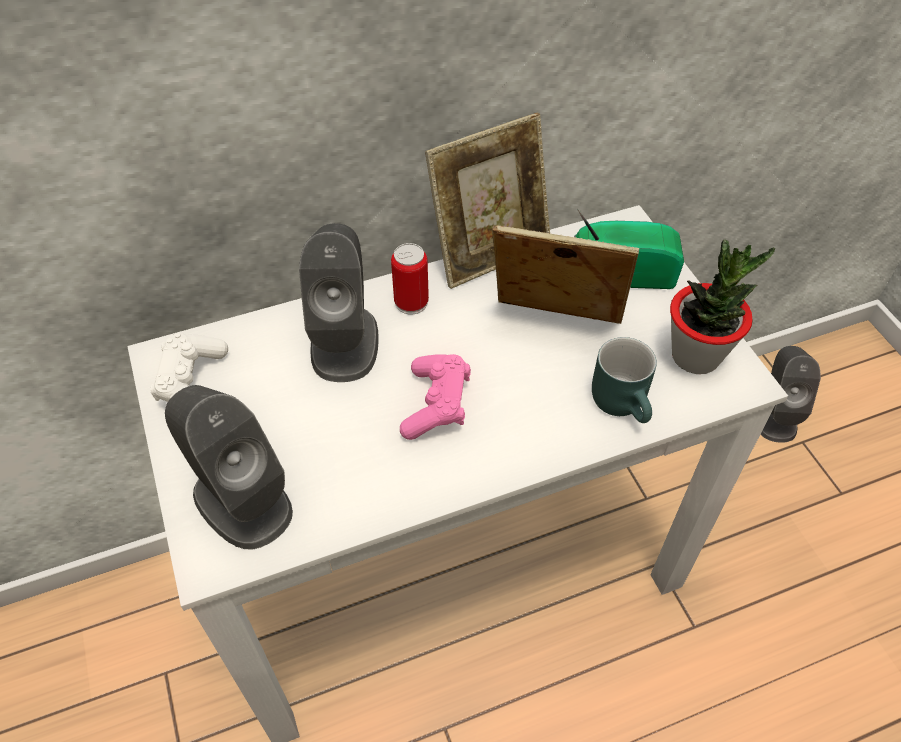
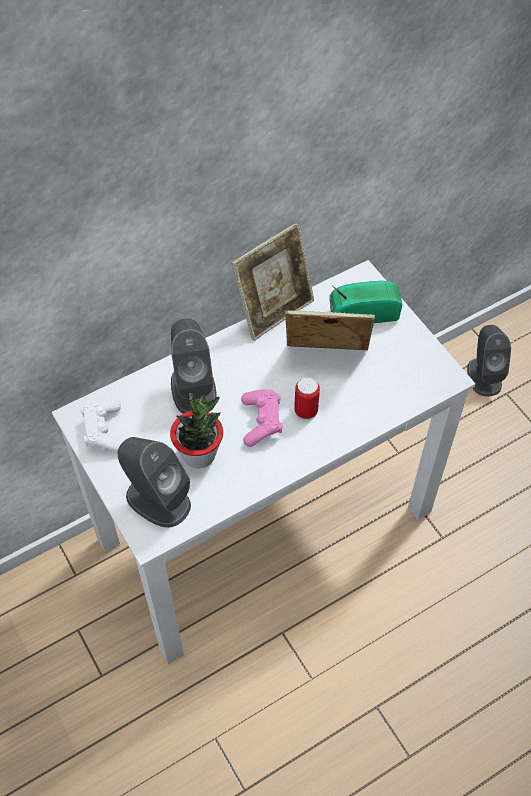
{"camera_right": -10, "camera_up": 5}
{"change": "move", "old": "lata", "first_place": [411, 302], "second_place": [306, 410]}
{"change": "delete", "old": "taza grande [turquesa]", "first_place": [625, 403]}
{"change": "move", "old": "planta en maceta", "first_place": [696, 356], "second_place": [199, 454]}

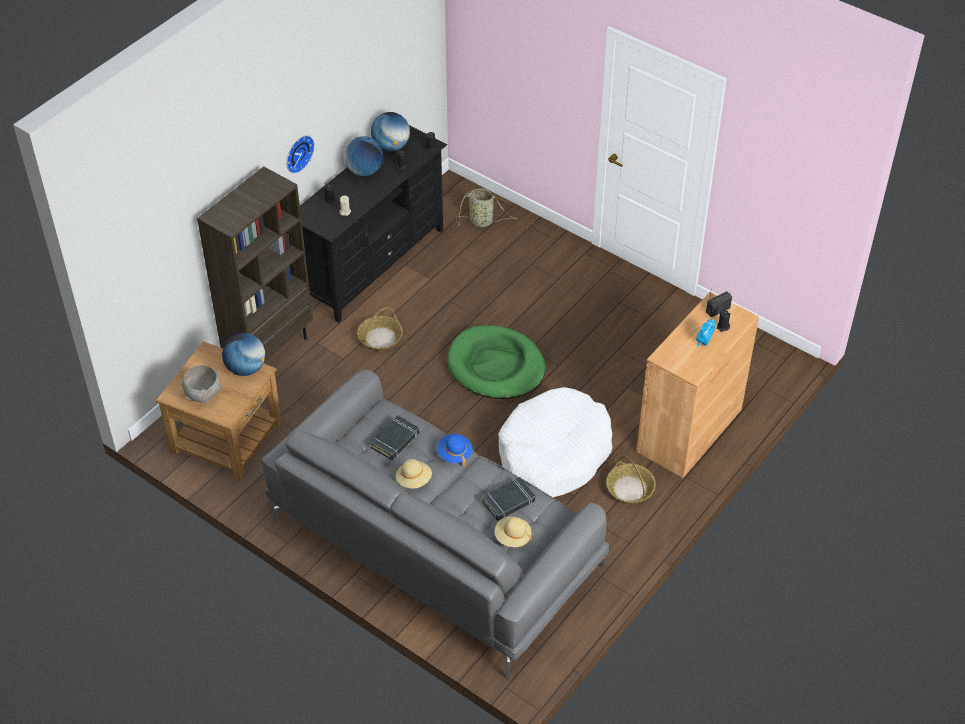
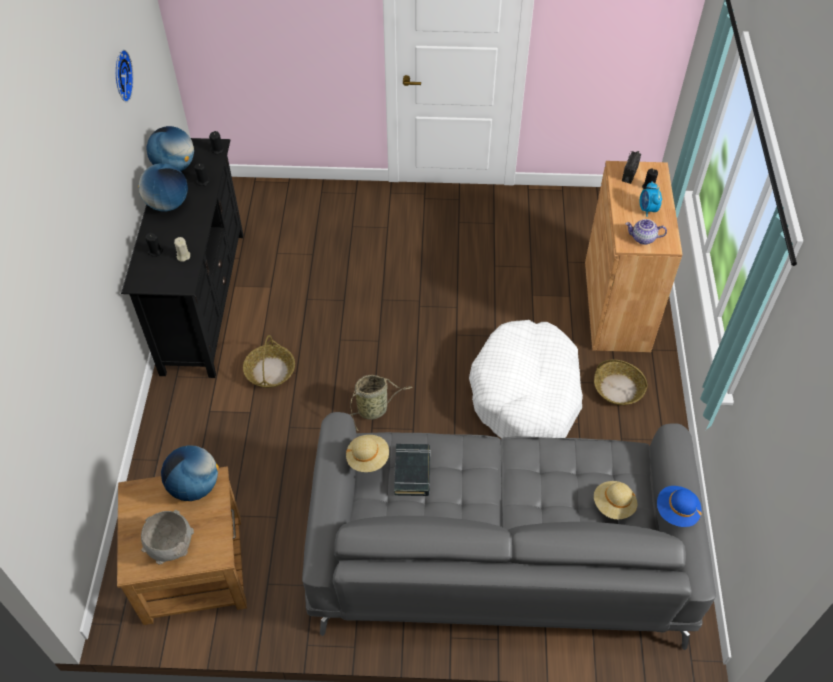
{"camera_right": -35, "camera_up": 5}
{"change": "delete", "old": "estantería [marrón]", "first_place": [269, 351]}
{"change": "move", "old": "reloj de pared", "first_place": [297, 153], "second_place": [120, 75]}
{"change": "move", "old": "sombrero [beis]", "first_place": [414, 480], "second_place": [368, 458]}
{"change": "move", "old": "sombrero [azul]", "first_place": [454, 454], "second_place": [676, 511]}
{"change": "delete", "old": "cama para perro [verde]", "first_place": [496, 366]}
{"change": "move", "old": "cesta", "first_place": [483, 222], "second_place": [374, 409]}
{"change": "delete", "old": "libro [negro]", "first_place": [509, 501]}
{"change": "insert", "new": "tetera", "second_place": [643, 239]}

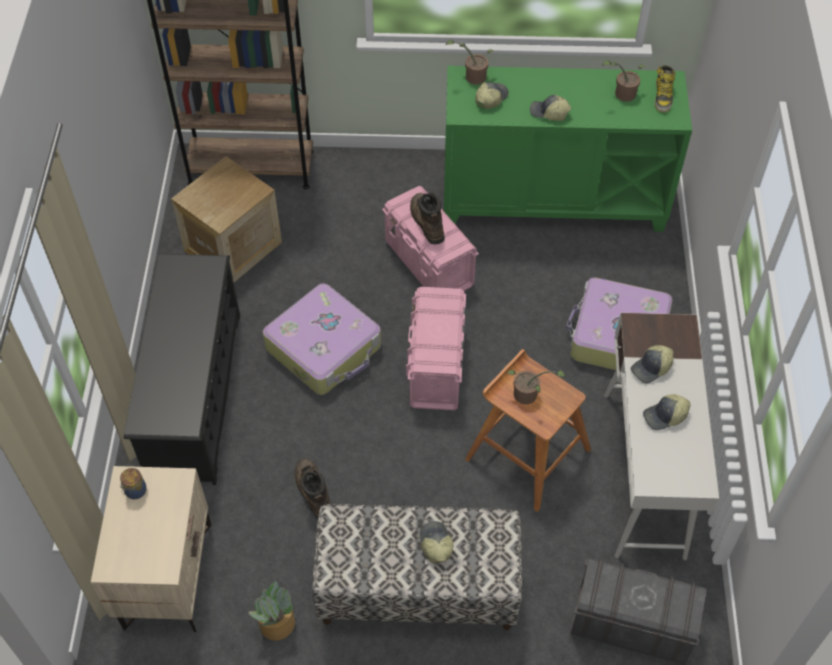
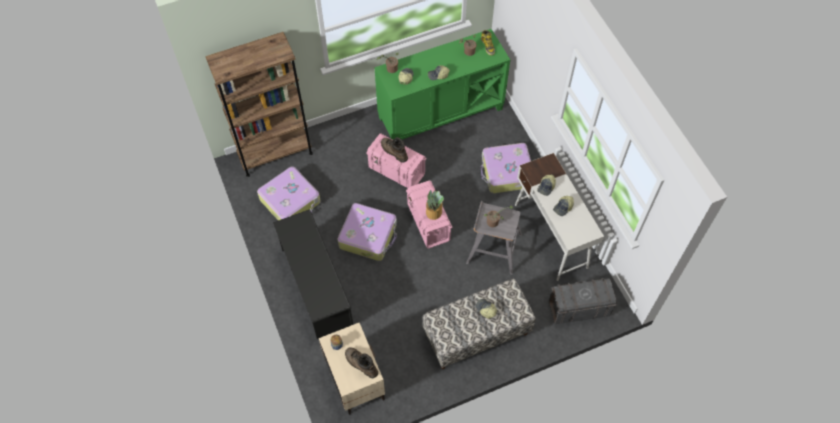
{"camera_right": -25, "camera_up": 5}
{"change": "replace", "old": "caja de embalaje", "new": "maleta", "first_place": [233, 246], "second_place": [291, 201]}
{"change": "move", "old": "planta en maceta", "first_place": [276, 624], "second_place": [433, 212]}
{"change": "move", "old": "bota [marrón]", "first_place": [313, 492], "second_place": [361, 364]}
{"change": "recolor", "old": "taburete [marrón]", "new": "taburete [gris]", "first_place": [526, 453], "second_place": [493, 248]}

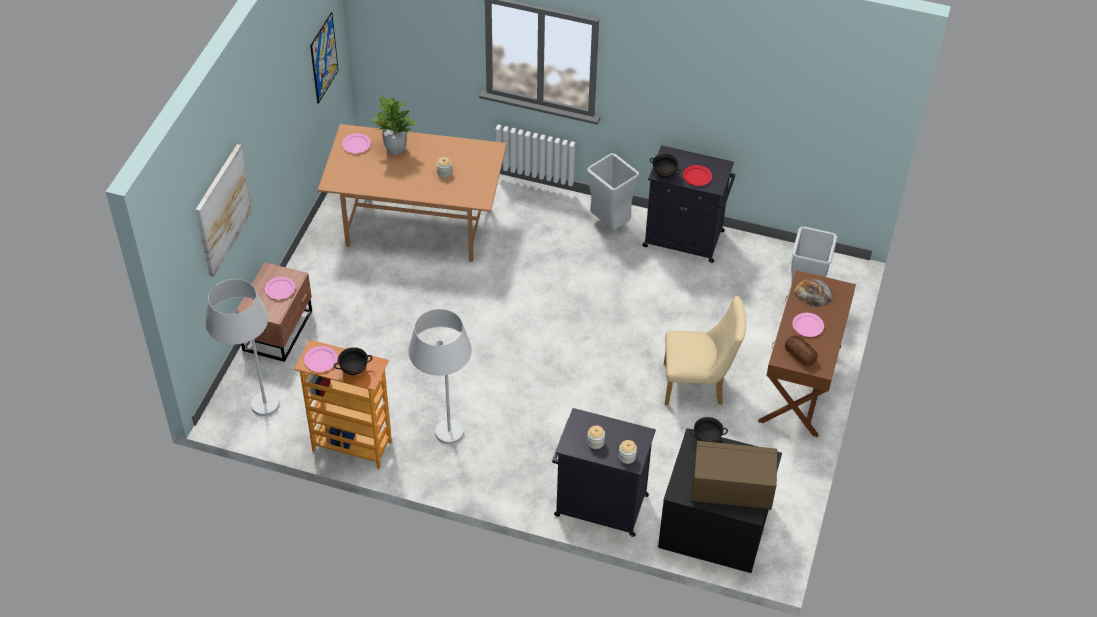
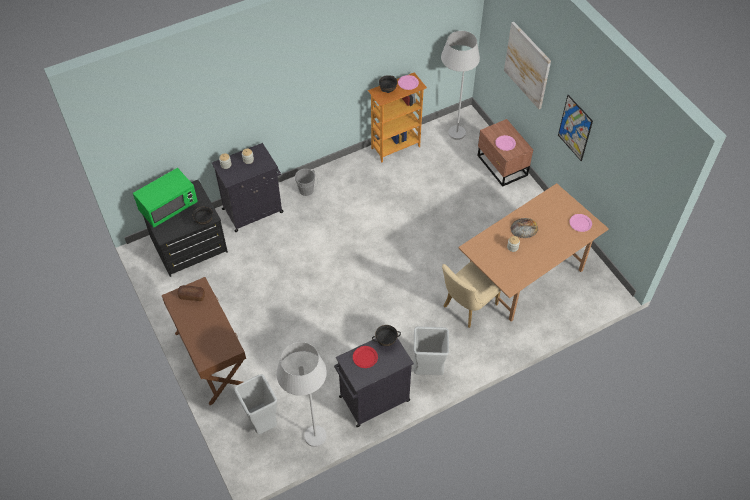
{"camera_right": 135, "camera_up": 5}
{"change": "move", "old": "cuadro", "first_place": [324, 58], "second_place": [575, 128]}
{"change": "delete", "old": "planta en maceta", "first_place": [395, 149]}
{"change": "move", "old": "lámpara de pie [blanco]", "first_place": [445, 445], "second_place": [309, 427]}
{"change": "move", "old": "silla [beis]", "first_place": [698, 385], "second_place": [467, 307]}
{"change": "recolor", "old": "microondas [marrón]", "new": "microondas [verde]", "first_place": [731, 490], "second_place": [168, 207]}
{"change": "delete", "old": "plato [rosa]", "first_place": [808, 326]}
{"change": "move", "old": "pan", "first_place": [813, 293], "second_place": [524, 228]}
{"change": "insert", "new": "cubo [gris]", "second_place": [307, 191]}

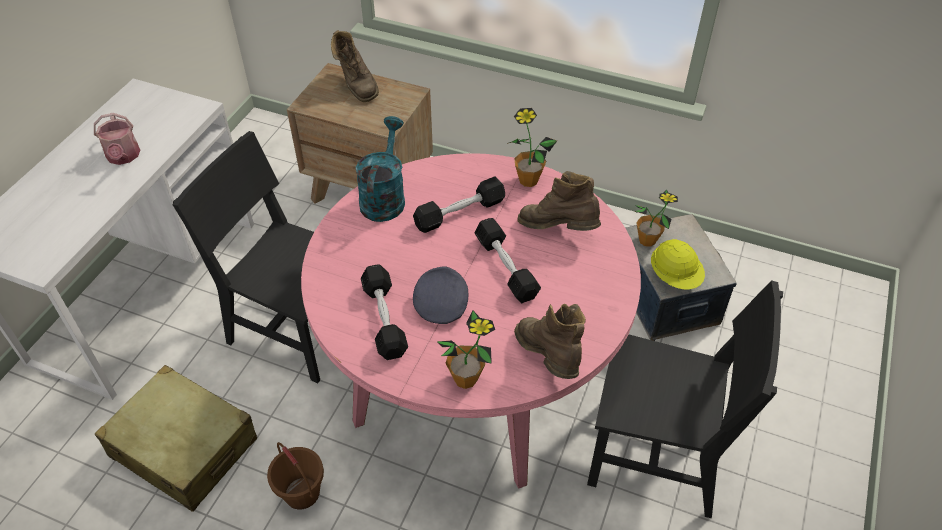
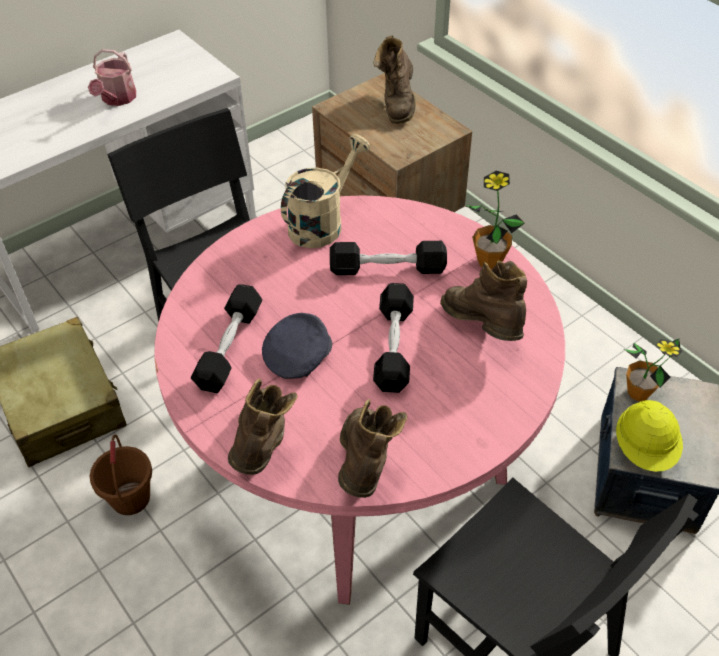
{"camera_right": 30, "camera_up": 0}
{"change": "recolor", "old": "regadera [turquesa]", "new": "regadera [beis]", "first_place": [384, 197], "second_place": [322, 222]}
{"change": "replace", "old": "planta en maceta", "new": "bota [marrón]", "first_place": [465, 379], "second_place": [263, 446]}

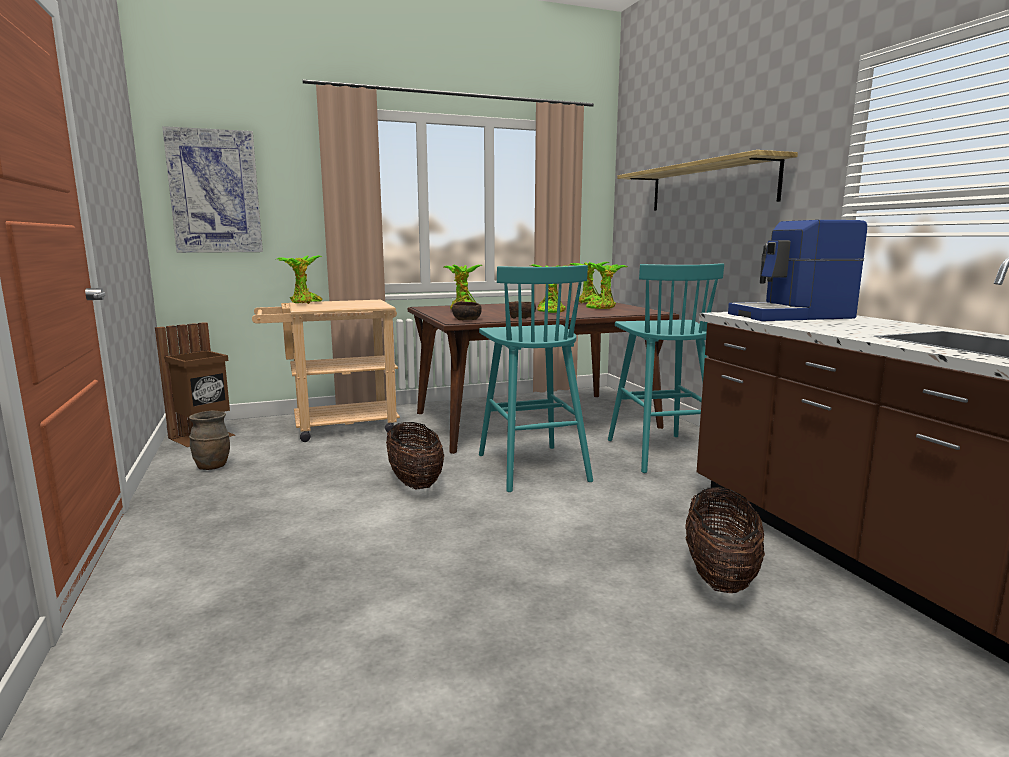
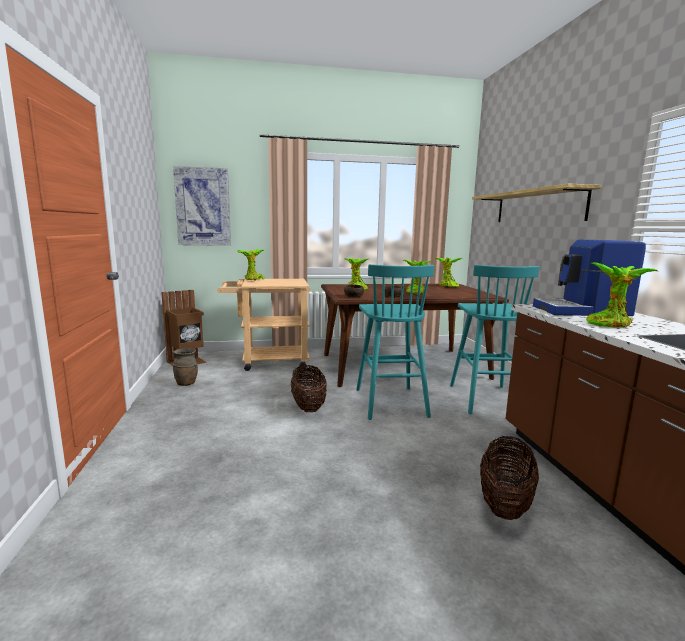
{"camera_right": 10, "camera_up": 0}
{"change": "move", "old": "planta en maceta", "first_place": [602, 307], "second_place": [610, 324]}

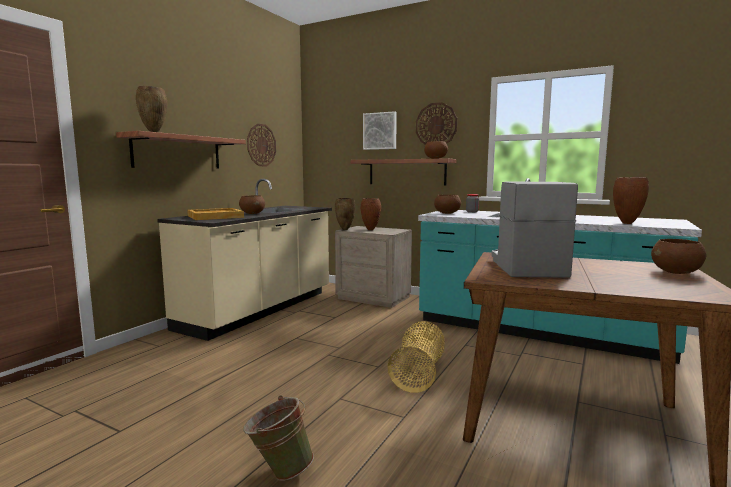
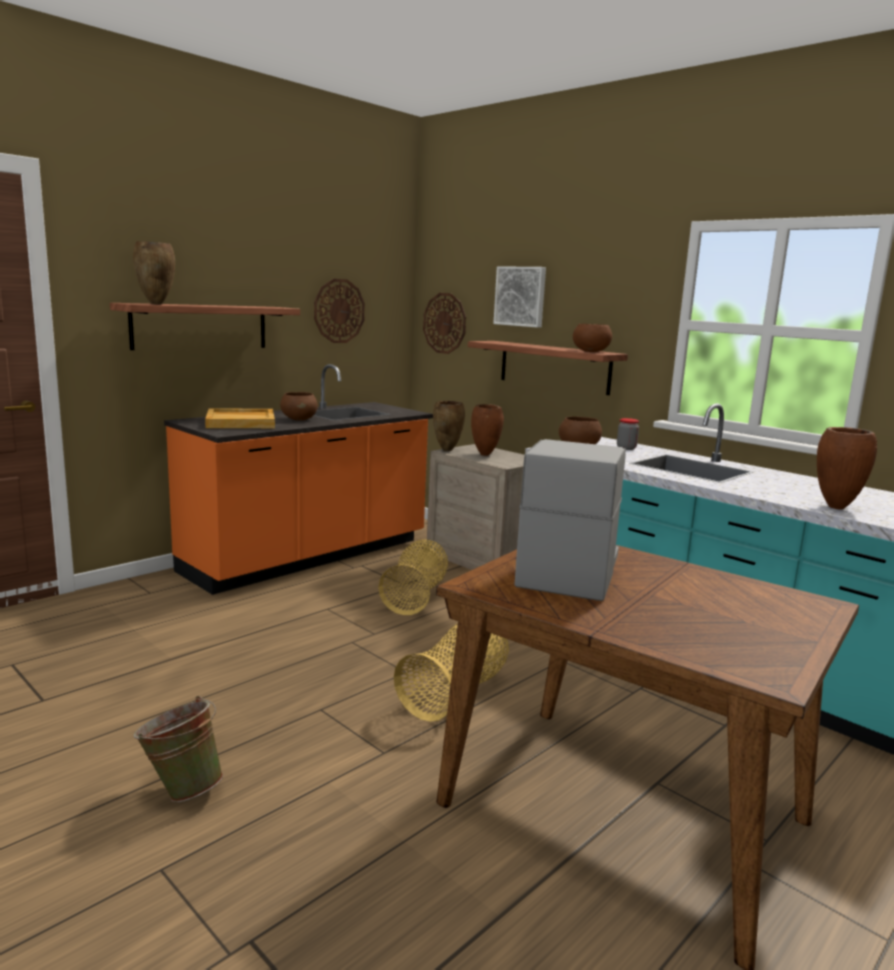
{"camera_right": 15, "camera_up": 5}
{"change": "recolor", "old": "mueble bajo de cocina [beis]", "new": "mueble bajo de cocina [naranja]", "first_place": [260, 310], "second_place": [308, 557]}
{"change": "move", "old": "reloj de pared", "first_place": [436, 125], "second_place": [445, 323]}
{"change": "delete", "old": "cuenco [marrón]", "first_place": [676, 272]}
{"change": "insert", "new": "cesta", "second_place": [416, 596]}

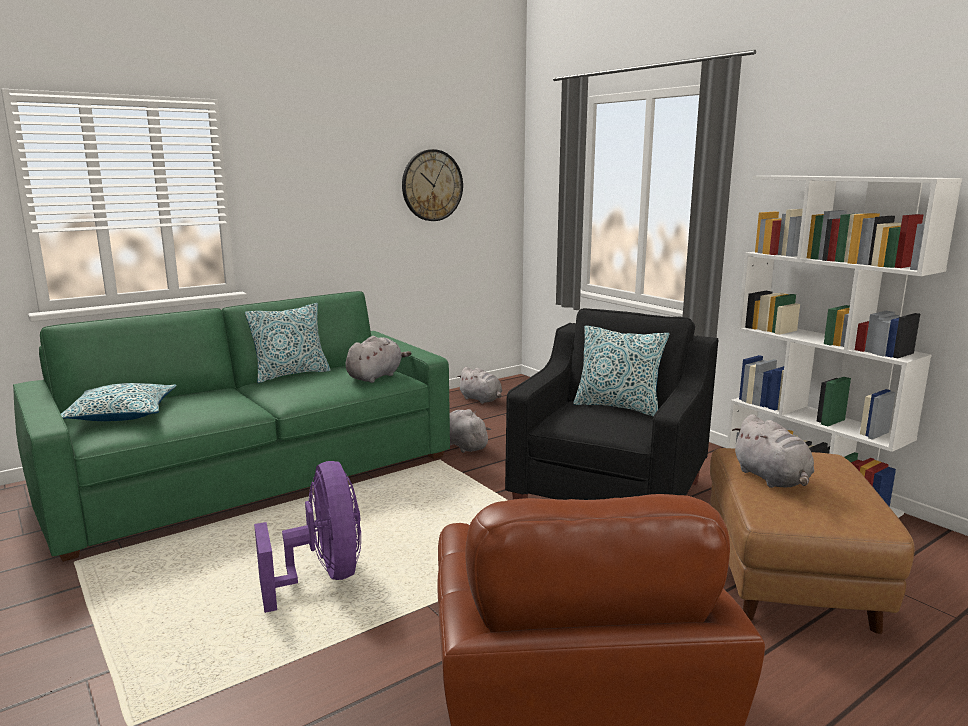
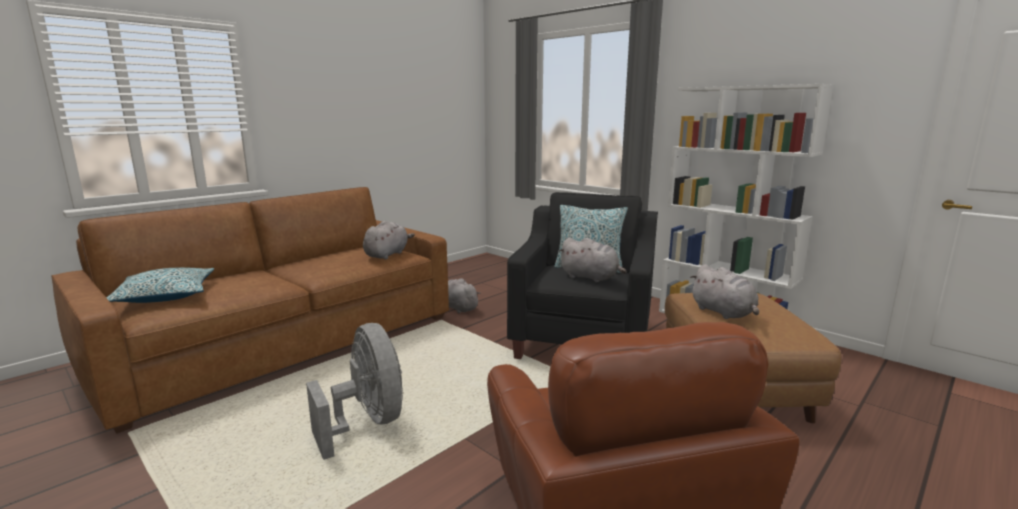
{"camera_right": -10, "camera_up": 0}
{"change": "recolor", "old": "sofá [verde]", "new": "sofá [marrón]", "first_place": [252, 472], "second_place": [284, 341]}
{"change": "delete", "old": "cojín", "first_place": [291, 374]}
{"change": "recolor", "old": "ventilador [morado]", "new": "ventilador [gris]", "first_place": [323, 576], "second_place": [367, 423]}
{"change": "delete", "old": "reloj de pared", "first_place": [432, 185]}
{"change": "move", "old": "peluche [gris]", "first_place": [481, 400], "second_place": [591, 278]}

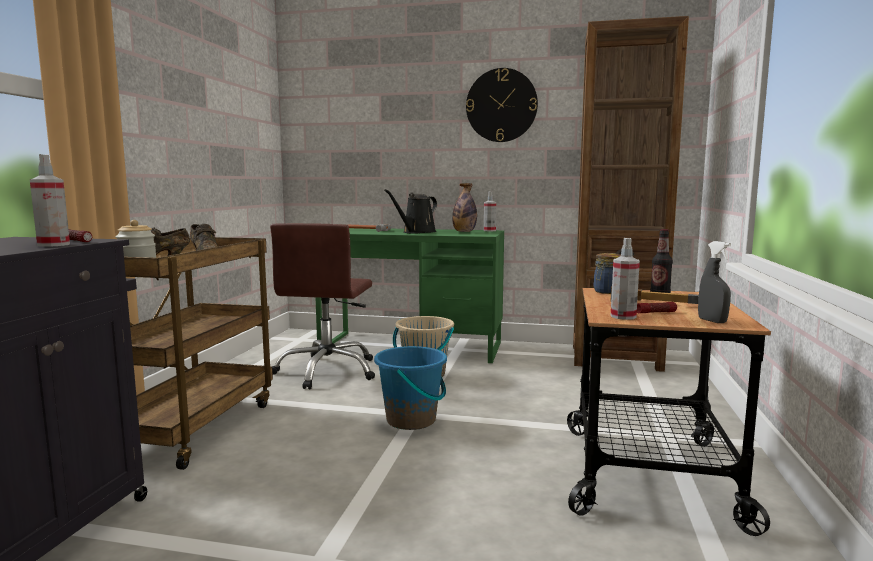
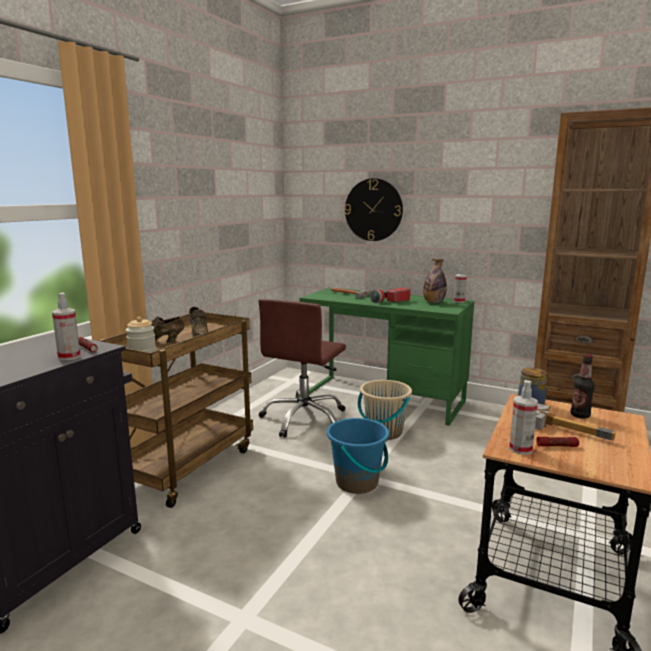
{"camera_right": 15, "camera_up": 5}
{"change": "replace", "old": "regadera [negro]", "new": "linterna", "first_place": [416, 232], "second_place": [390, 301]}
{"change": "move", "old": "reloj de pared", "first_place": [501, 105], "second_place": [373, 210]}
{"change": "delete", "old": "pulverizador [gris]", "first_place": [712, 321]}

